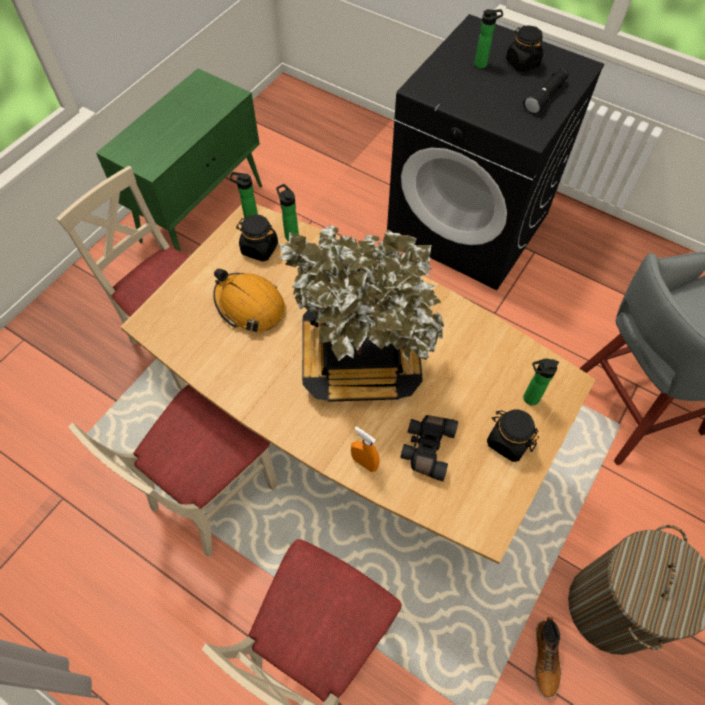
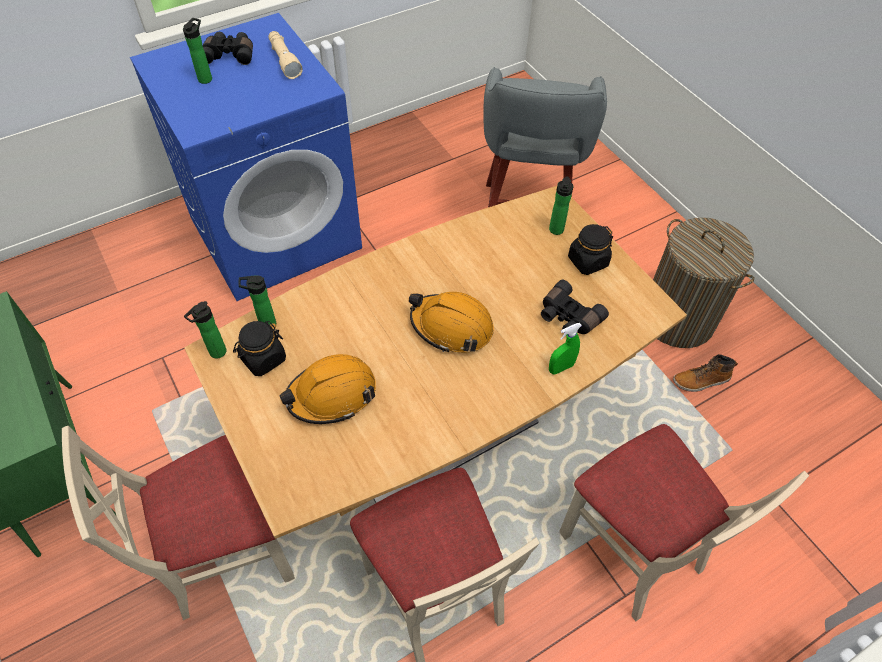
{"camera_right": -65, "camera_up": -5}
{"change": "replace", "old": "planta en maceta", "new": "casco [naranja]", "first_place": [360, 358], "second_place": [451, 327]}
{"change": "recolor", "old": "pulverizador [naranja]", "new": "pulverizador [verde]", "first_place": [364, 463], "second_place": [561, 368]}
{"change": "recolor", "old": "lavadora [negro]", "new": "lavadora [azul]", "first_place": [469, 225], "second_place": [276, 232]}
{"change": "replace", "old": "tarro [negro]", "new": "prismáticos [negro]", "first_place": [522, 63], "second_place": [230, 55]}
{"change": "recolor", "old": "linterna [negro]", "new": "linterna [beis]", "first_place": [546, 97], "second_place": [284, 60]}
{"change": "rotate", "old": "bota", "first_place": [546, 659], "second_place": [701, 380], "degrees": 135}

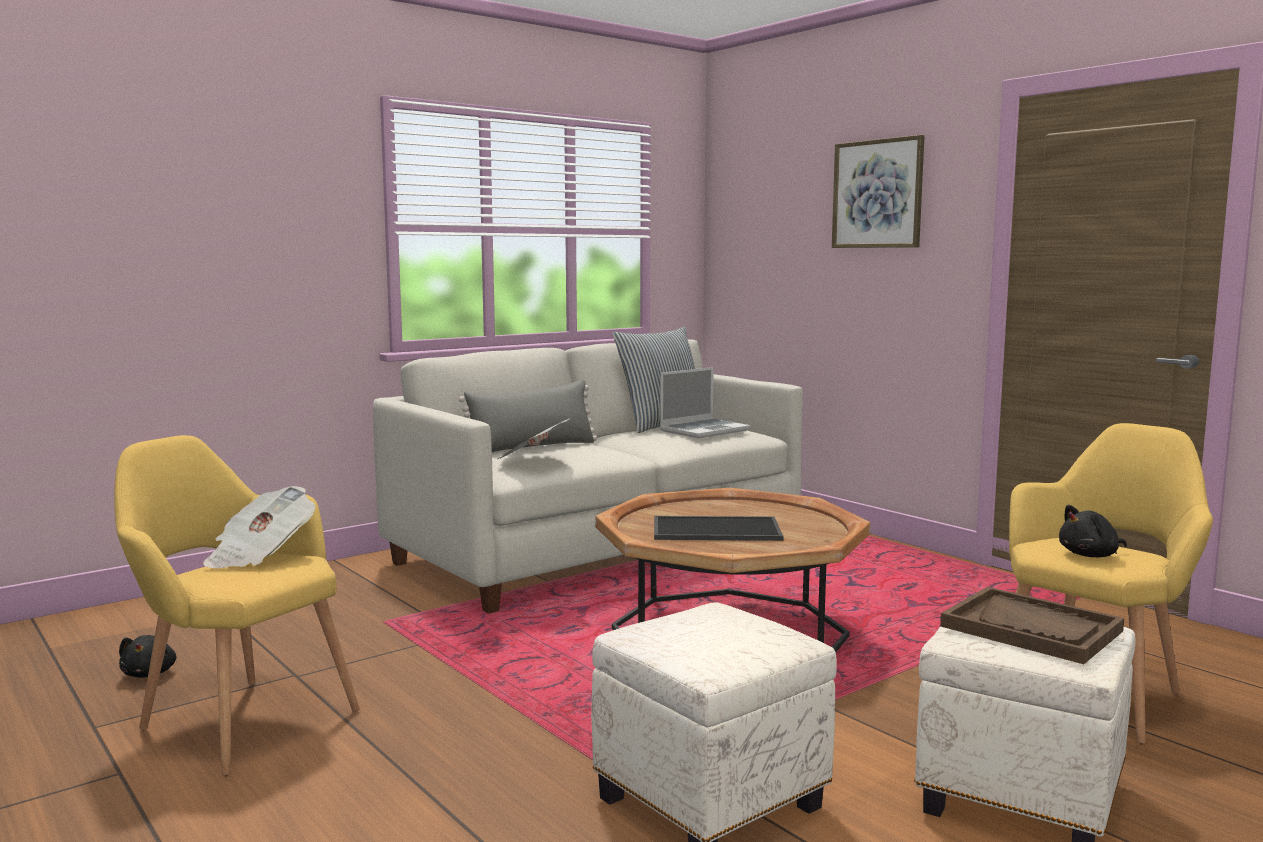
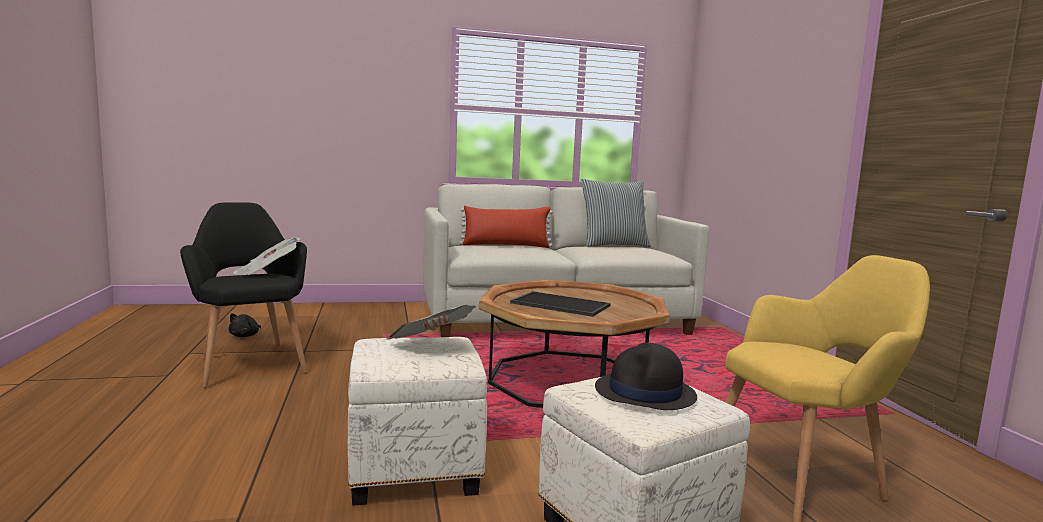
{"camera_right": 25, "camera_up": 0}
{"change": "recolor", "old": "sillón [amarillo]", "new": "sillón [negro]", "first_place": [237, 719], "second_place": [249, 364]}
{"change": "recolor", "old": "cojín [gris]", "new": "cojín [rojo]", "first_place": [532, 447], "second_place": [506, 246]}
{"change": "move", "old": "periódico", "first_place": [532, 460], "second_place": [430, 346]}
{"change": "delete", "old": "portátil", "first_place": [704, 430]}
{"change": "delete", "old": "cuadro", "first_place": [877, 194]}
{"change": "replace", "old": "bandeja [marrón]", "new": "sombrero [negro]", "first_place": [1031, 629], "second_place": [645, 393]}
{"change": "delete", "old": "peluche [negro]", "first_place": [1091, 555]}

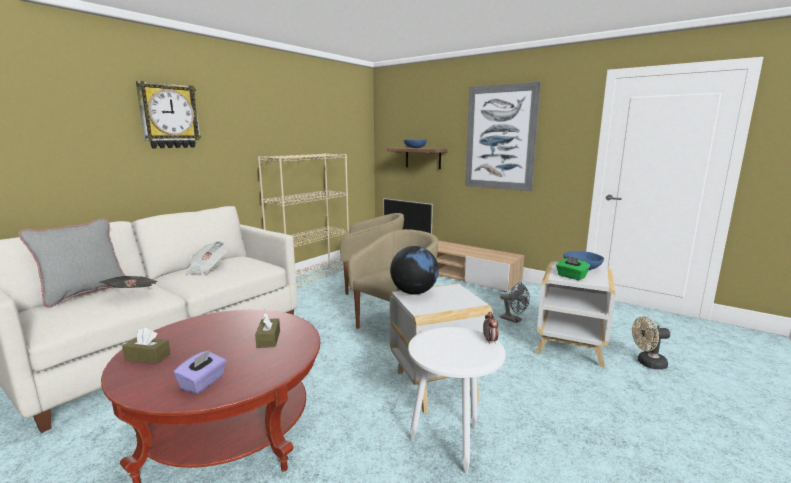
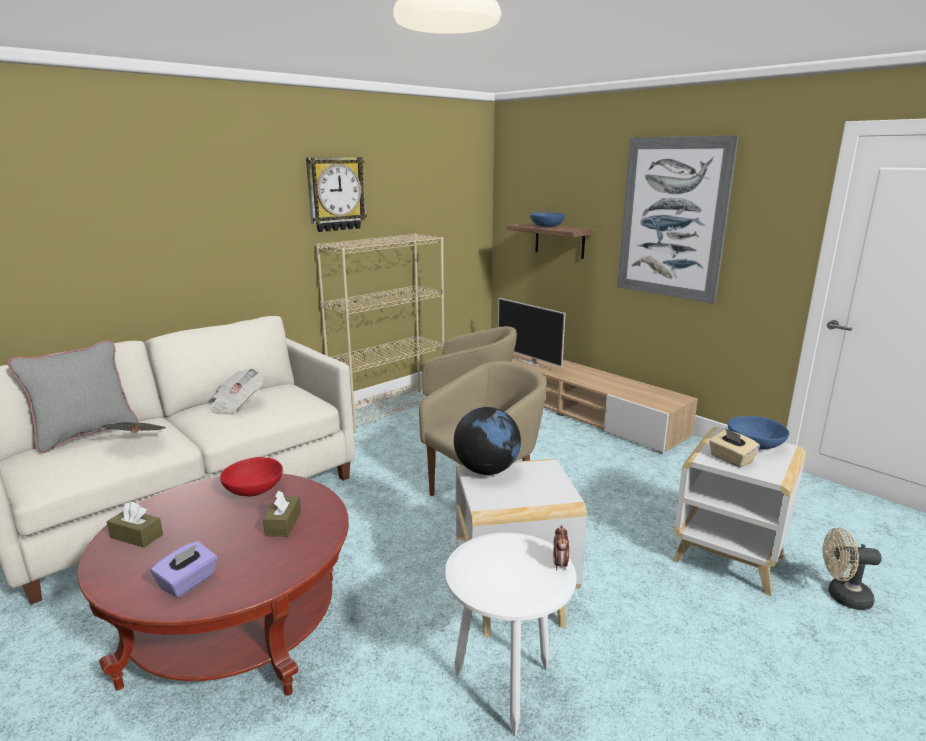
{"camera_right": 10, "camera_up": 5}
{"change": "move", "old": "reloj de pared", "first_place": [169, 116], "second_place": [335, 194]}
{"change": "delete", "old": "ventilador [gris]", "first_place": [514, 320]}
{"change": "recolor", "old": "caja de pañuelos [verde]", "new": "caja de pañuelos [beis]", "first_place": [571, 276], "second_place": [730, 459]}
{"change": "insert", "new": "cuenco [rojo]", "second_place": [253, 490]}

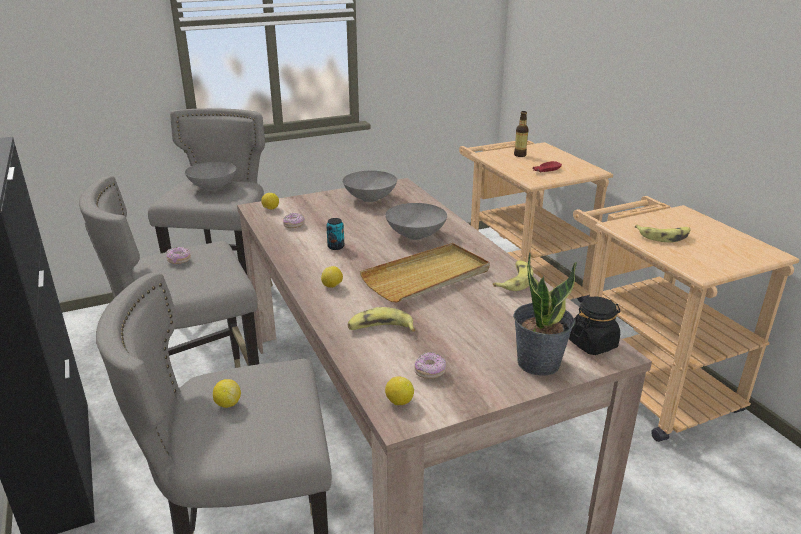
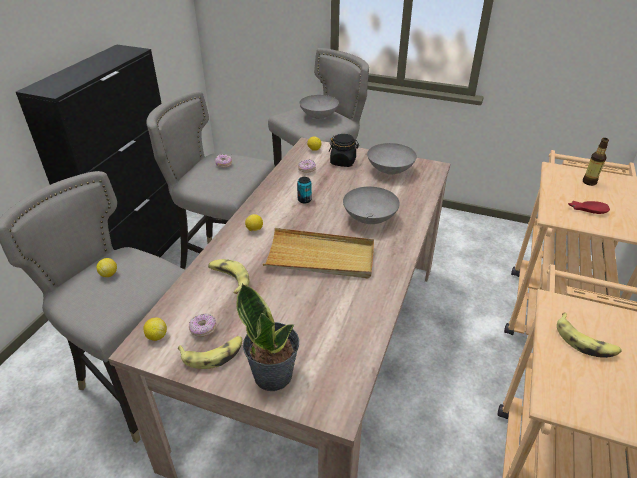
{"camera_right": 45, "camera_up": 10}
{"change": "move", "old": "plátano", "first_place": [515, 281], "second_place": [213, 354]}
{"change": "move", "old": "tarro [negro]", "first_place": [592, 344], "second_place": [343, 162]}

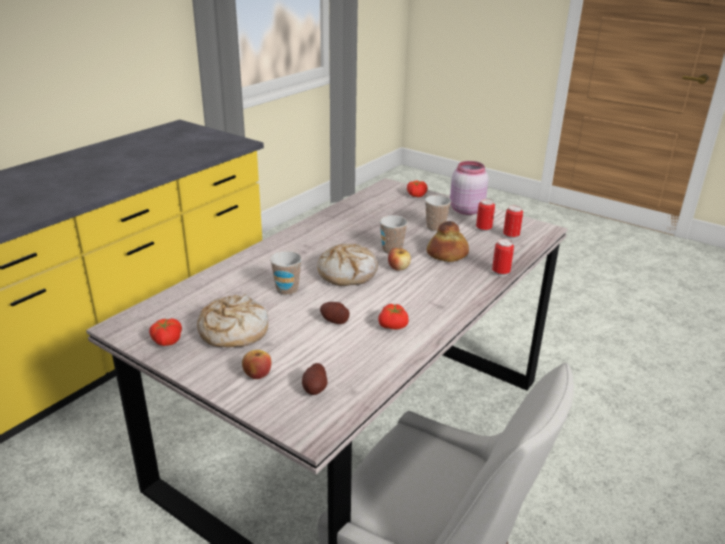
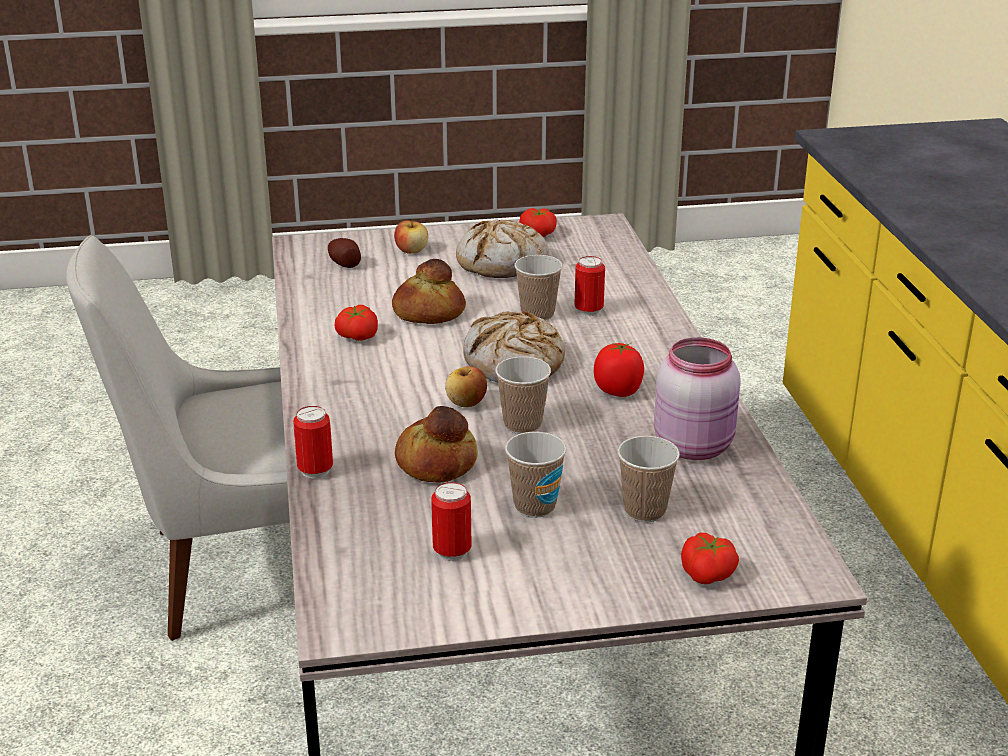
{"camera_right": 135, "camera_up": 0}
{"change": "replace", "old": "patata", "new": "pan", "first_place": [334, 320], "second_place": [428, 313]}
{"change": "move", "old": "tarro [rosa]", "first_place": [465, 210], "second_place": [695, 446]}
{"change": "move", "old": "lata", "first_place": [511, 236], "second_place": [588, 311]}
{"change": "insert", "new": "tomate", "second_place": [618, 391]}
{"change": "insert", "new": "taza", "second_place": [645, 511]}

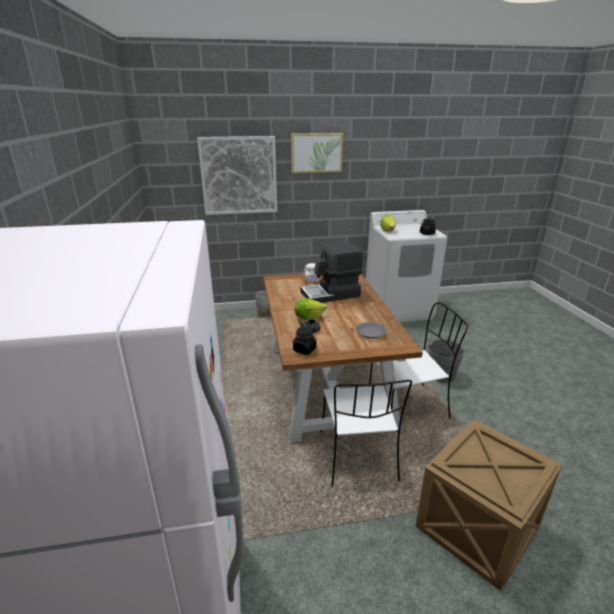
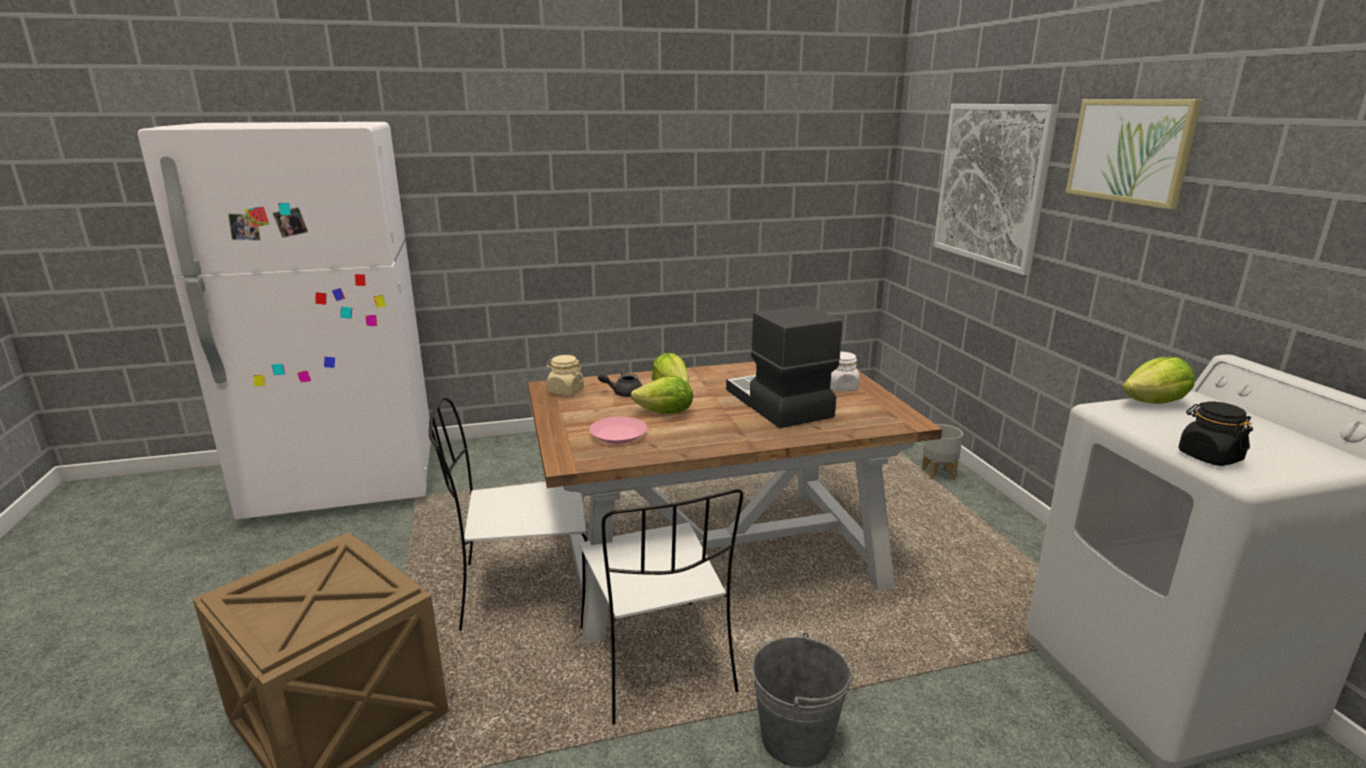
{"camera_right": 85, "camera_up": -5}
{"change": "recolor", "old": "tarro [negro]", "new": "tarro [beis]", "first_place": [304, 350], "second_place": [565, 391]}
{"change": "recolor", "old": "plato [gris]", "new": "plato [rosa]", "first_place": [371, 333], "second_place": [618, 435]}
{"change": "insert", "new": "lechuga", "second_place": [665, 413]}

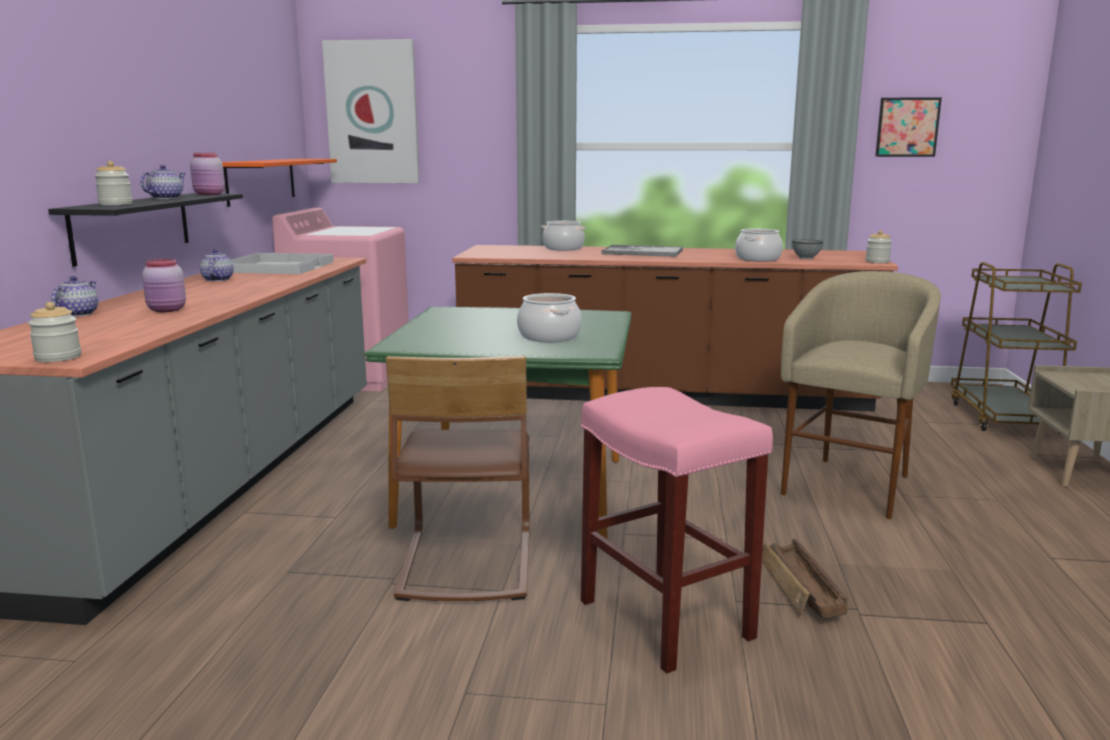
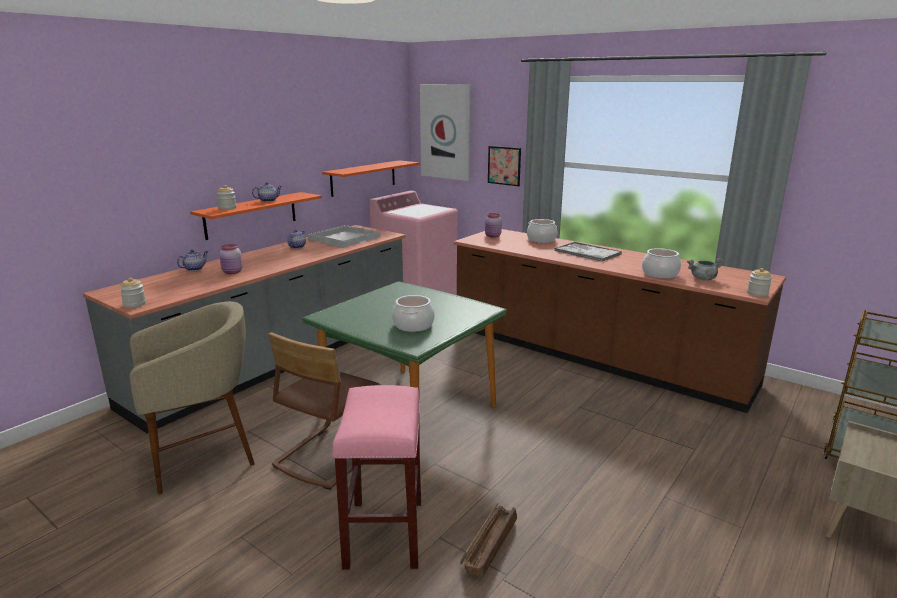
{"camera_right": 30, "camera_up": 5}
{"change": "recolor", "old": "estante [negro]", "new": "estante [naranja]", "first_place": [132, 226], "second_place": [251, 215]}
{"change": "move", "old": "tarro [rosa]", "first_place": [209, 194], "second_place": [493, 236]}
{"change": "move", "old": "taburete [beis]", "first_place": [850, 486], "second_place": [205, 459]}
{"change": "replace", "old": "cuenco [gris]", "new": "olla [gris]", "first_place": [806, 258], "second_place": [703, 279]}
{"change": "move", "old": "cuadro", "first_place": [907, 127], "second_place": [504, 165]}

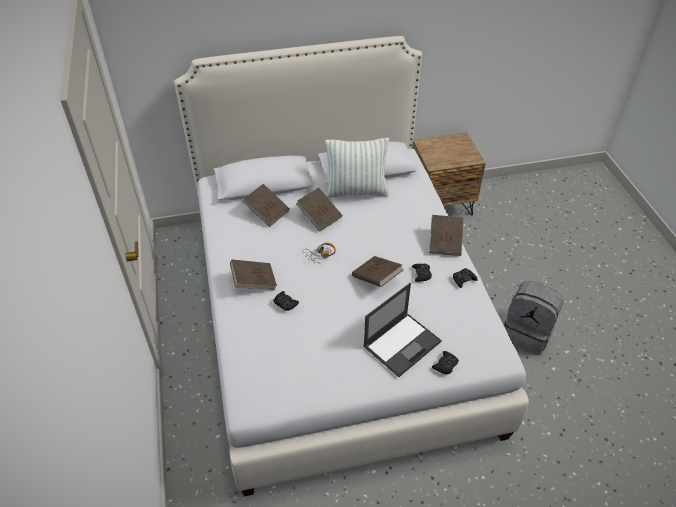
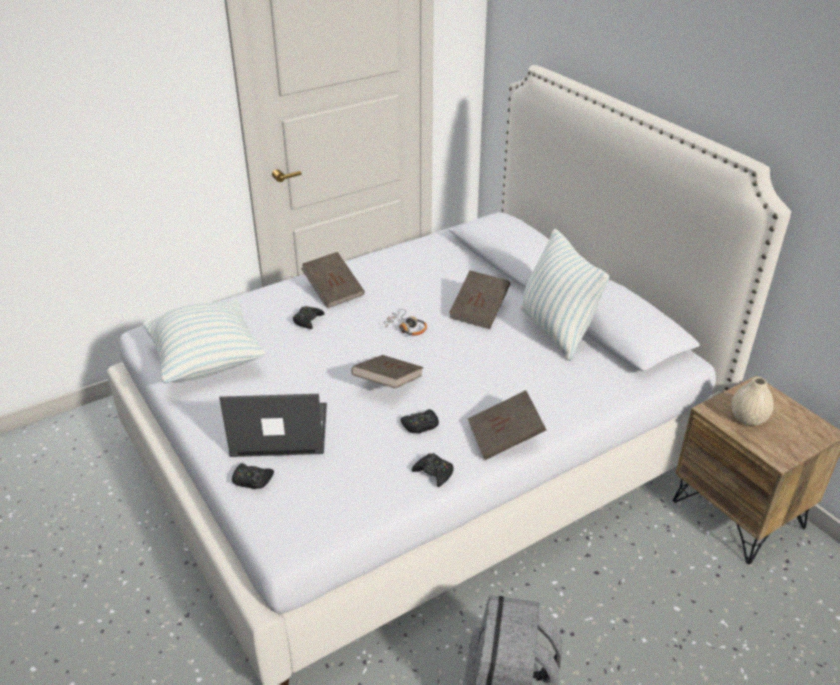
{"camera_right": 70, "camera_up": -10}
{"change": "delete", "old": "libro [marrón]", "first_place": [267, 212]}
{"change": "rotate", "old": "portátil", "first_place": [402, 343], "second_place": [278, 431], "degrees": 150}
{"change": "insert", "new": "cojín", "second_place": [207, 362]}
{"change": "insert", "new": "florero [beis]", "second_place": [748, 418]}

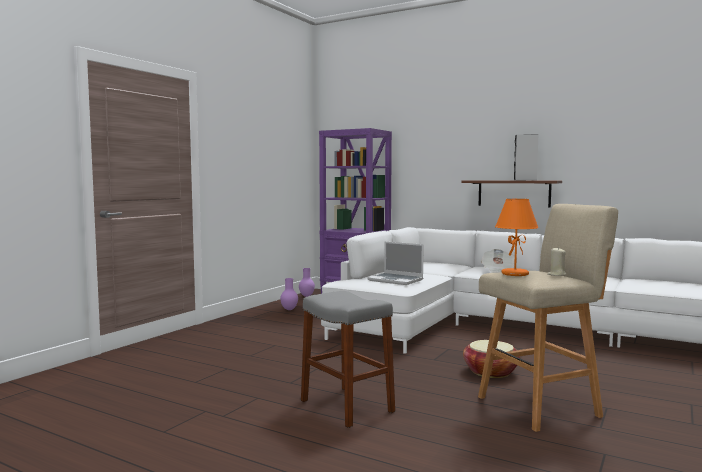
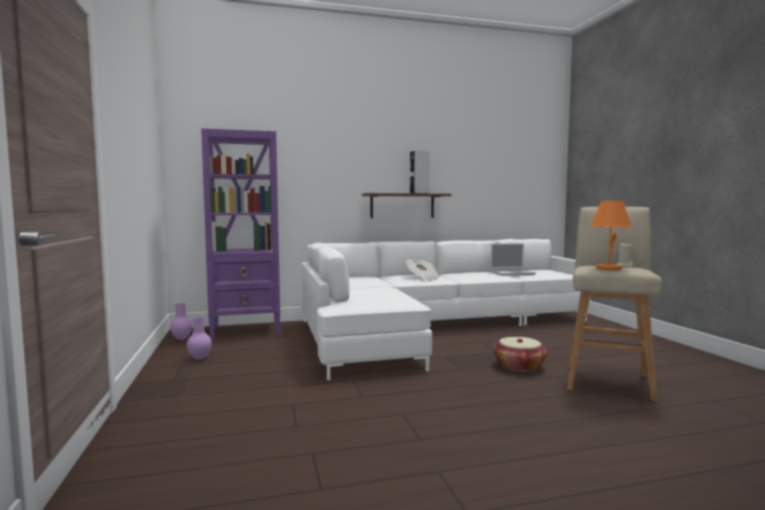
{"camera_right": -45, "camera_up": 0}
{"change": "delete", "old": "taburete [gris]", "first_place": [346, 406]}
{"change": "move", "old": "portátil", "first_place": [396, 280], "second_place": [512, 273]}

